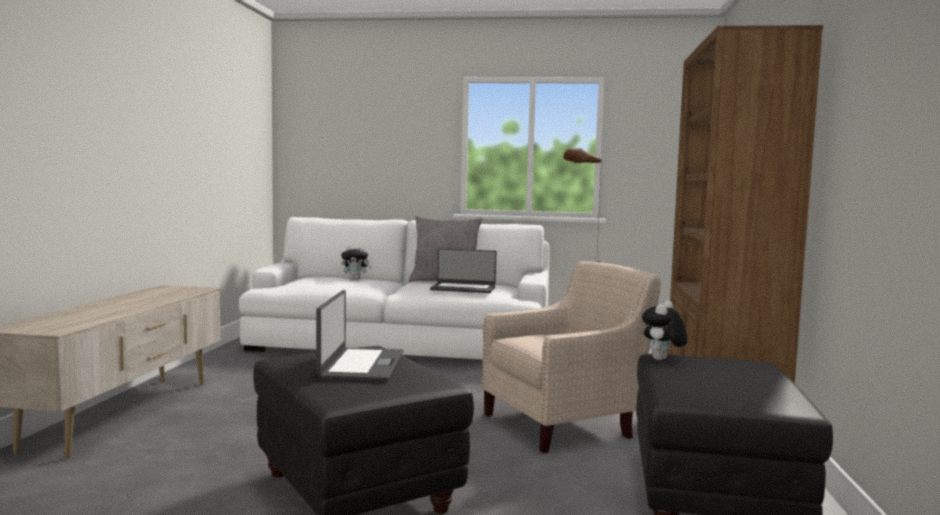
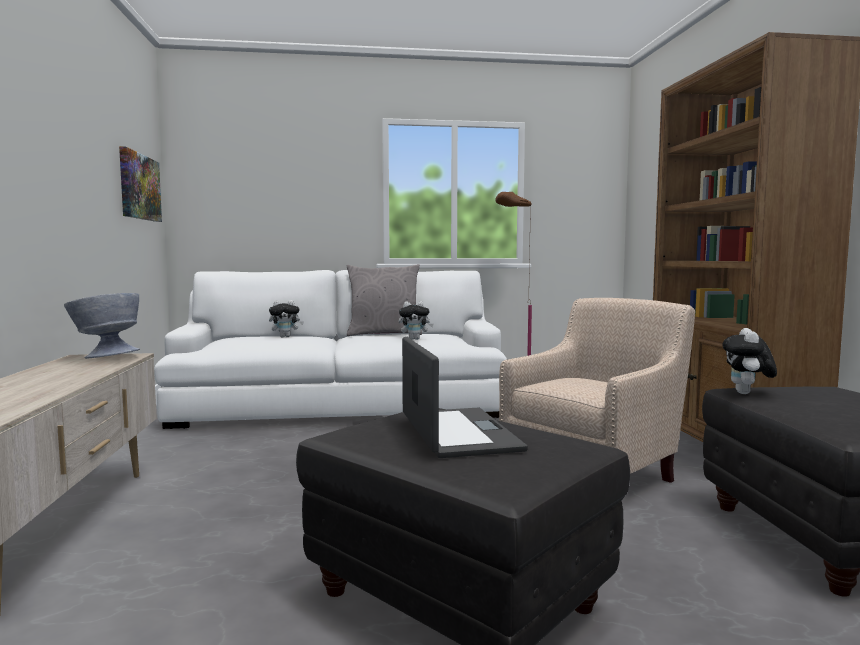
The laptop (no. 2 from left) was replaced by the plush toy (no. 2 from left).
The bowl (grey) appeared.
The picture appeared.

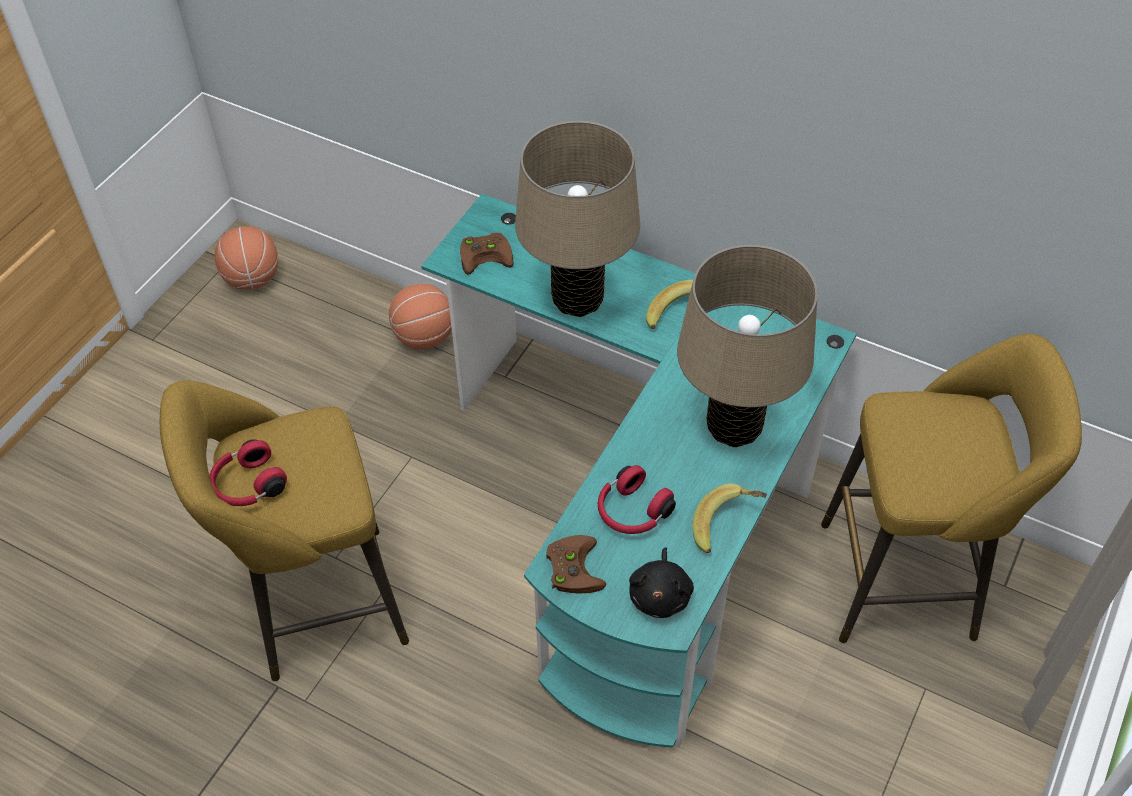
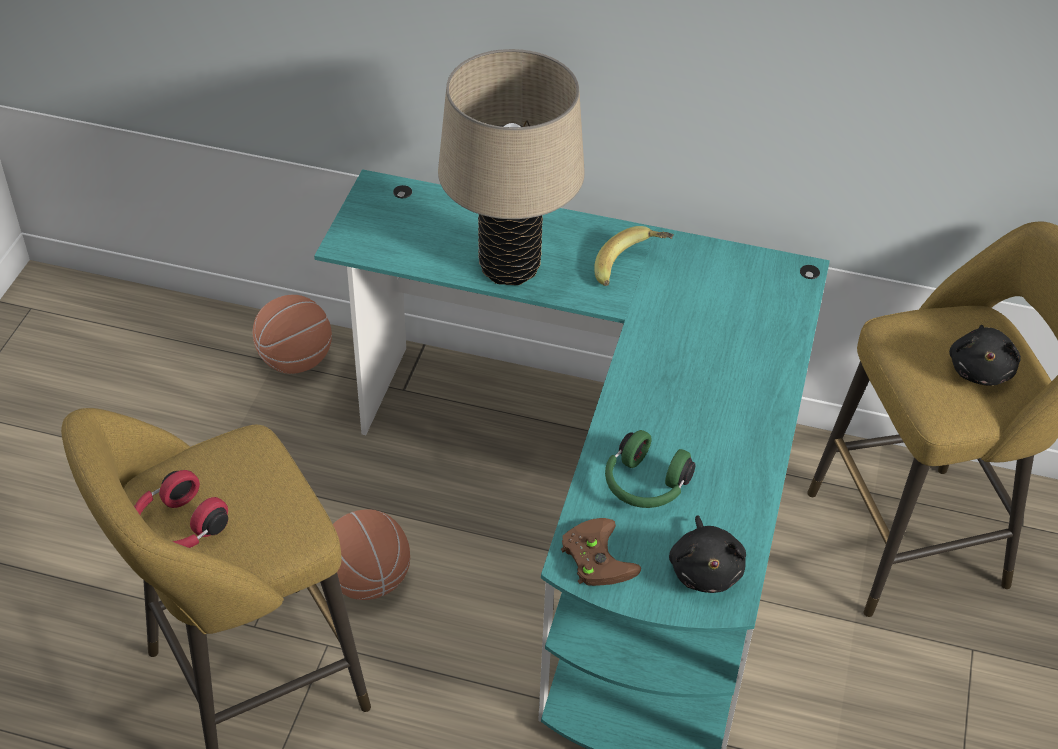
The basketball (no. 1 from left in the first image) moved.
The game controller (brown) (no. 1 from left) disappeared.
The headphones (red) (no. 2 from left) became the headphones (green).
The table lamp (beige) (no. 2 from left) disappeared.
The banana (no. 2 from left) disappeared.
The plush toy (black) (no. 2 from left) appeared.

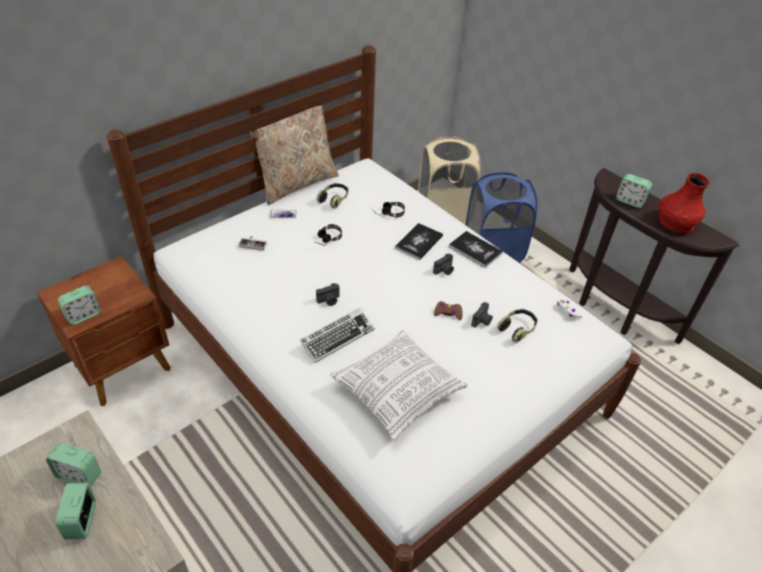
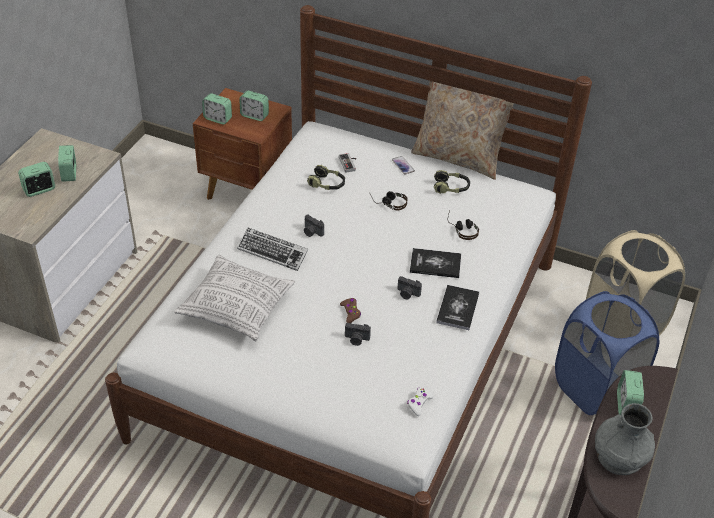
The headphones (no. 4 from left in the first image) moved.
The vase (red) became the vase (grey).
The alarm clock (no. 4 from left) appeared.

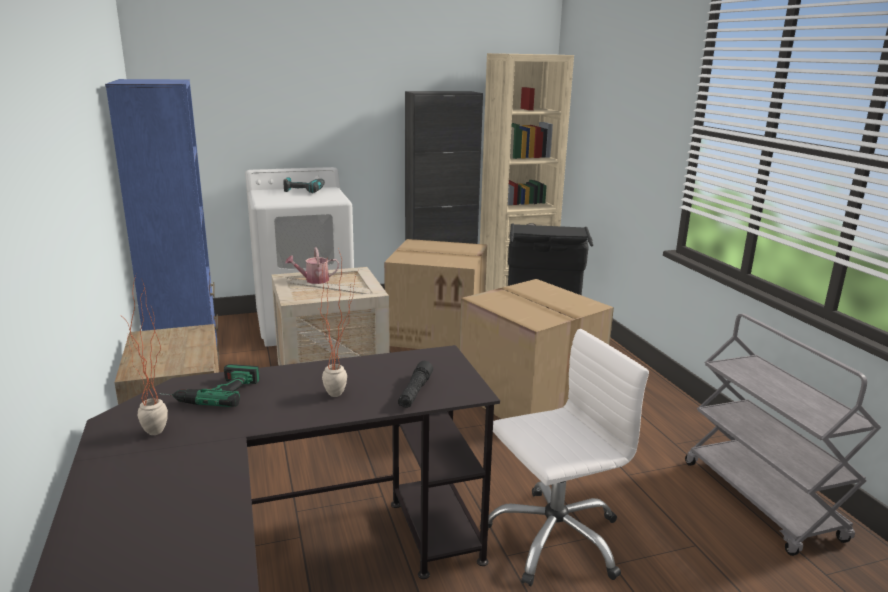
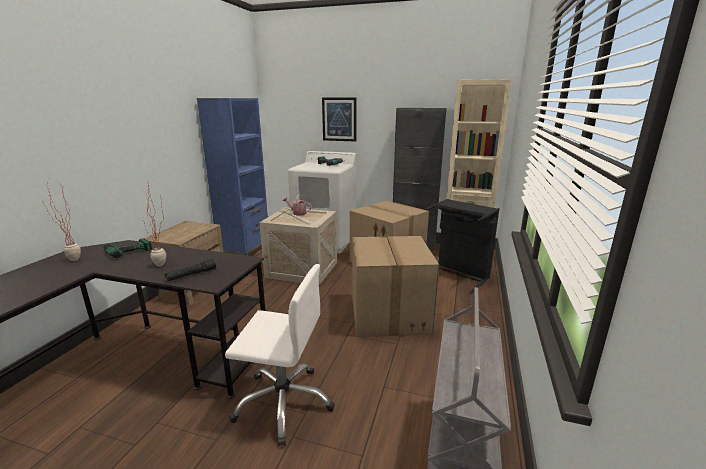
The picture appeared.

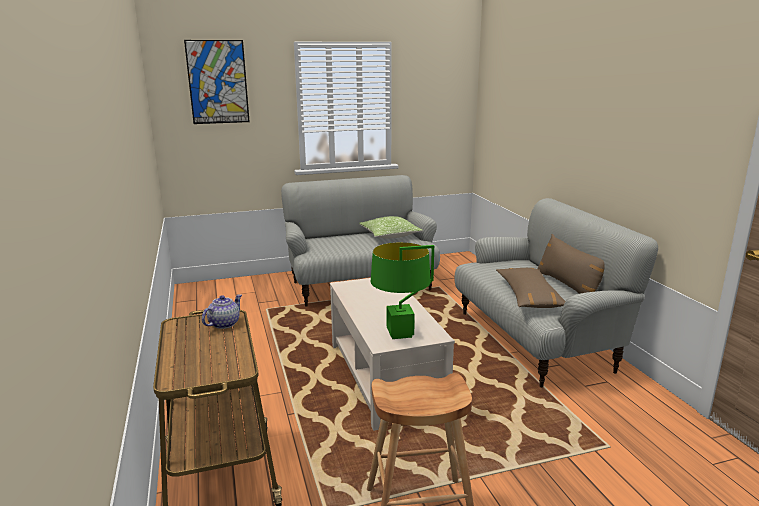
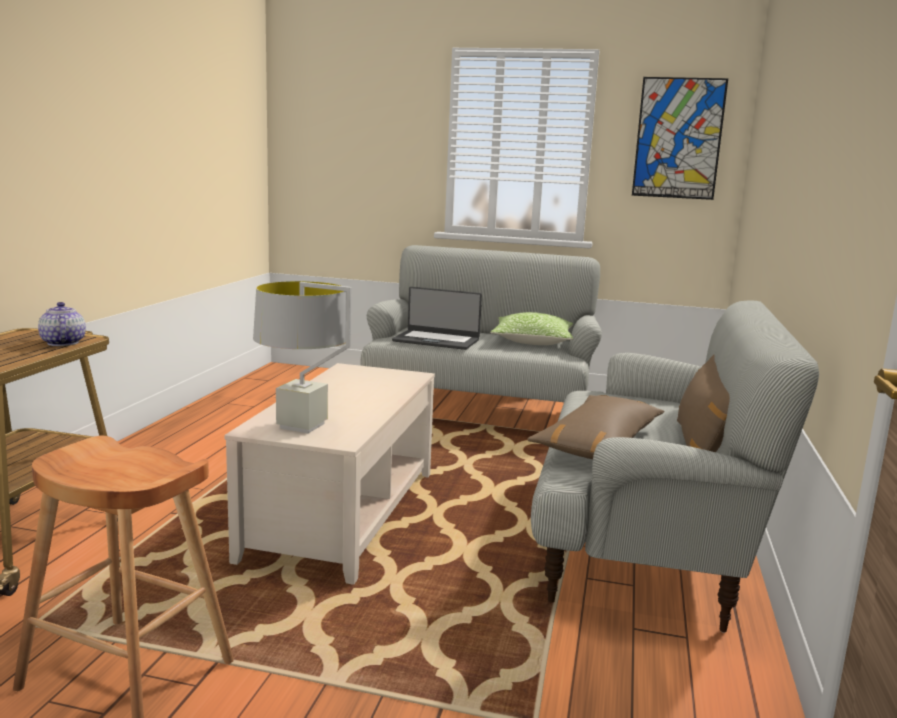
The picture moved.
The teapot turned 90 degrees counterclockwise.
The table lamp (green) became the table lamp (grey).
The laptop appeared.

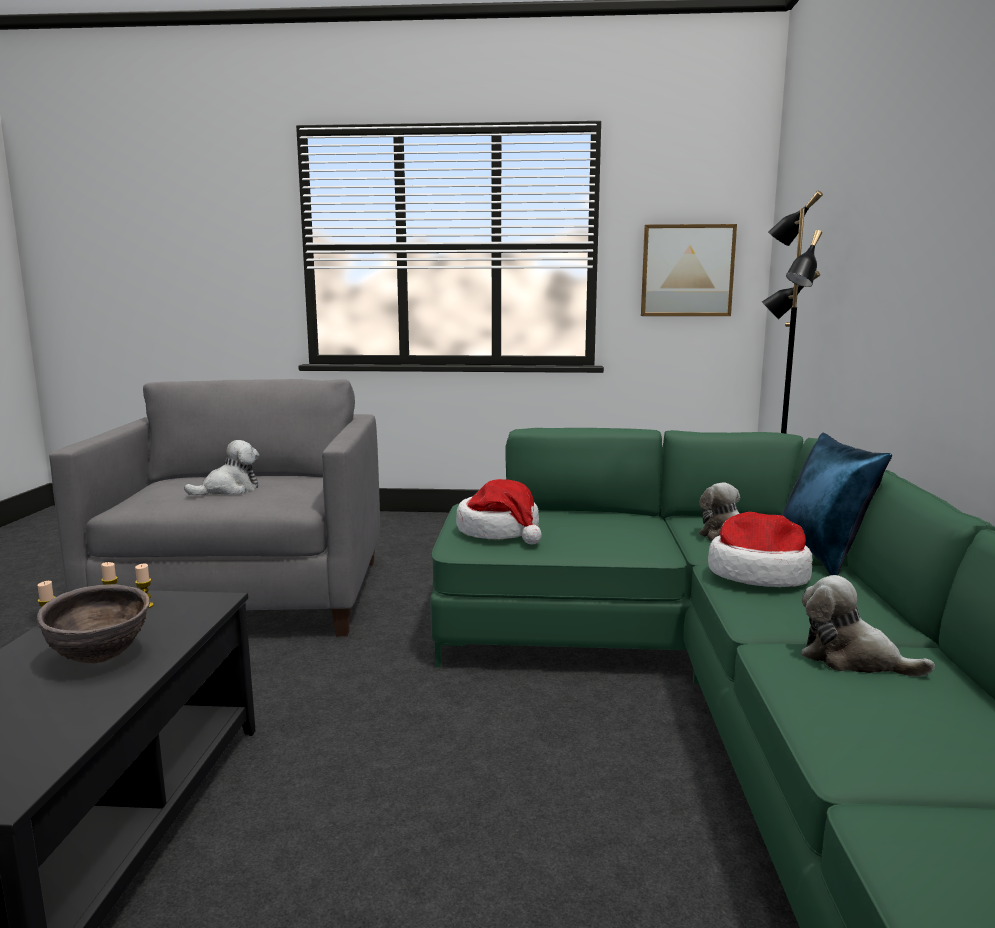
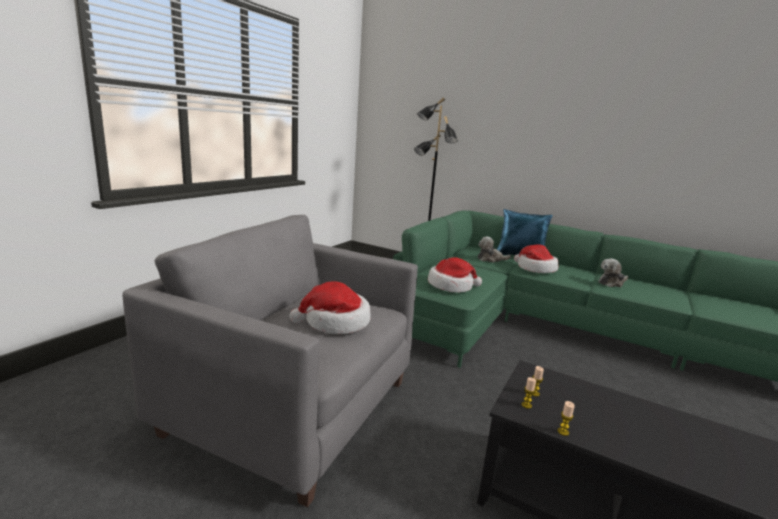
The bowl (brown) disappeared.
The plush toy (no. 1 from left) was replaced by the hat (no. 1 from left).
The picture disappeared.

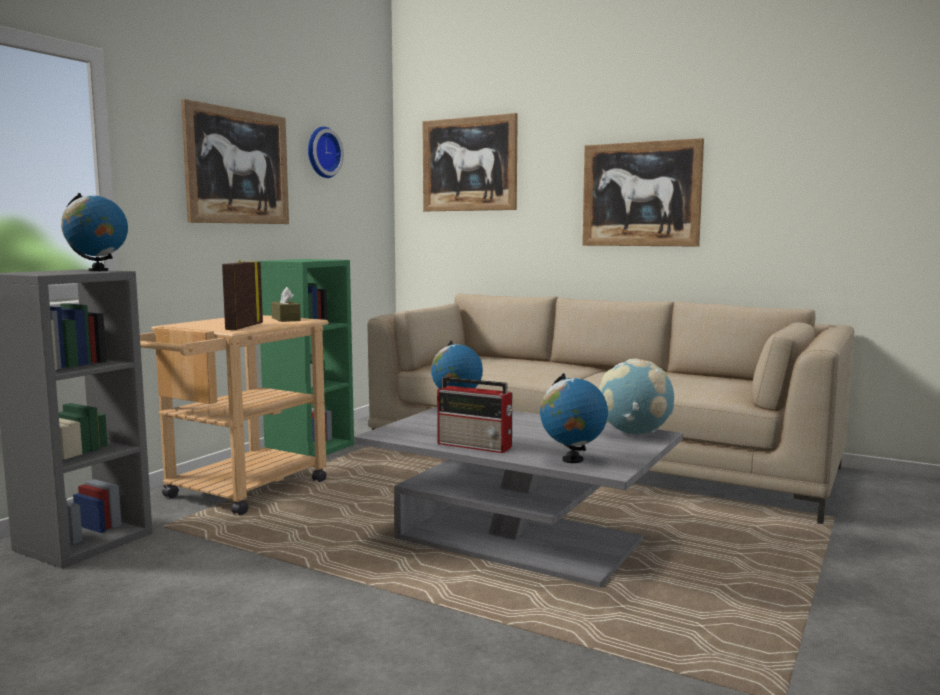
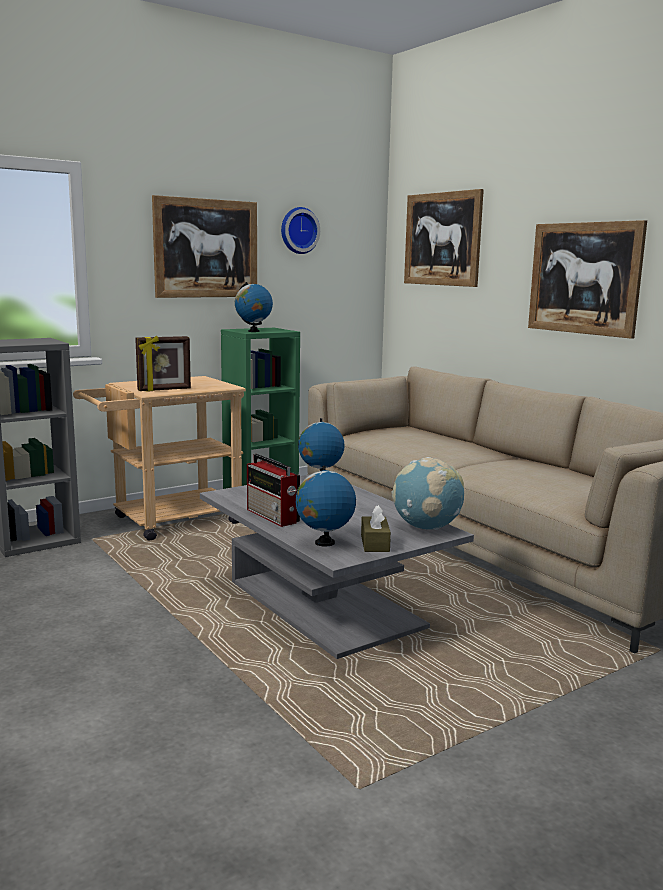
The globe (no. 1 from left) moved.
The picture frame turned 150 degrees counterclockwise.
The tissue box (brown) moved.

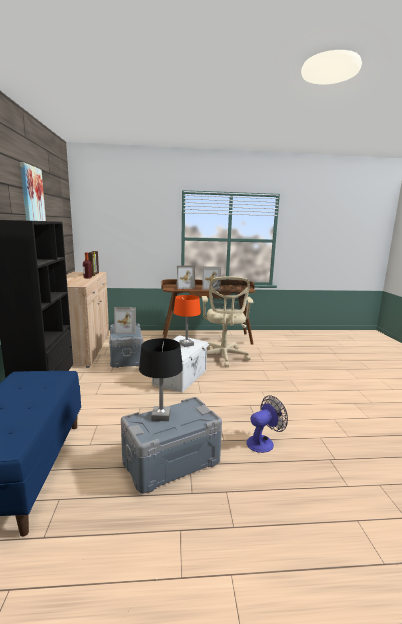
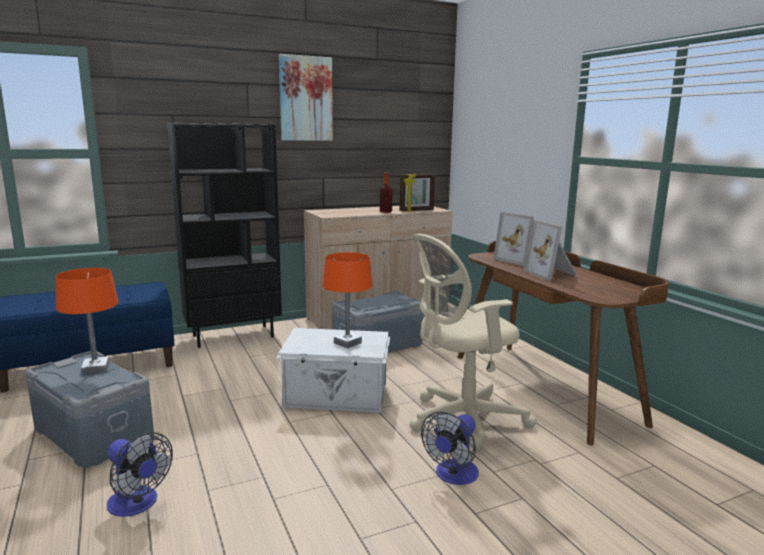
The picture frame (no. 2 from left) disappeared.
The table lamp (black) became the table lamp (orange) (no. 1 from left).
The fan (no. 2 from left) appeared.

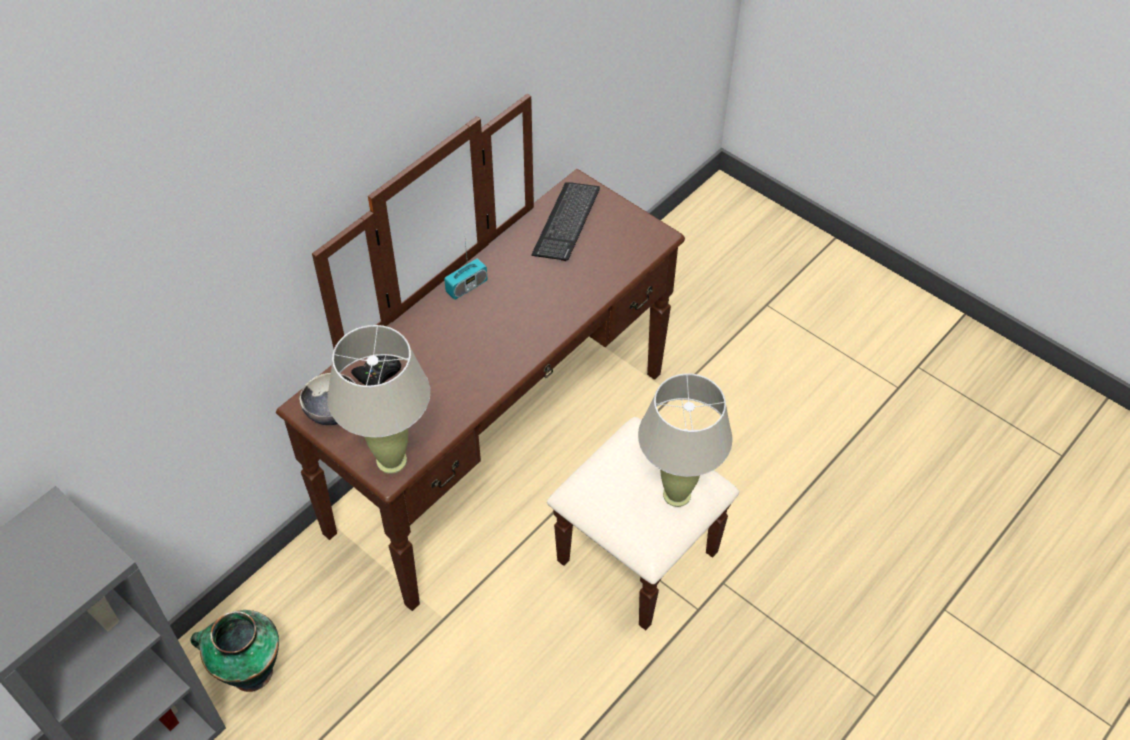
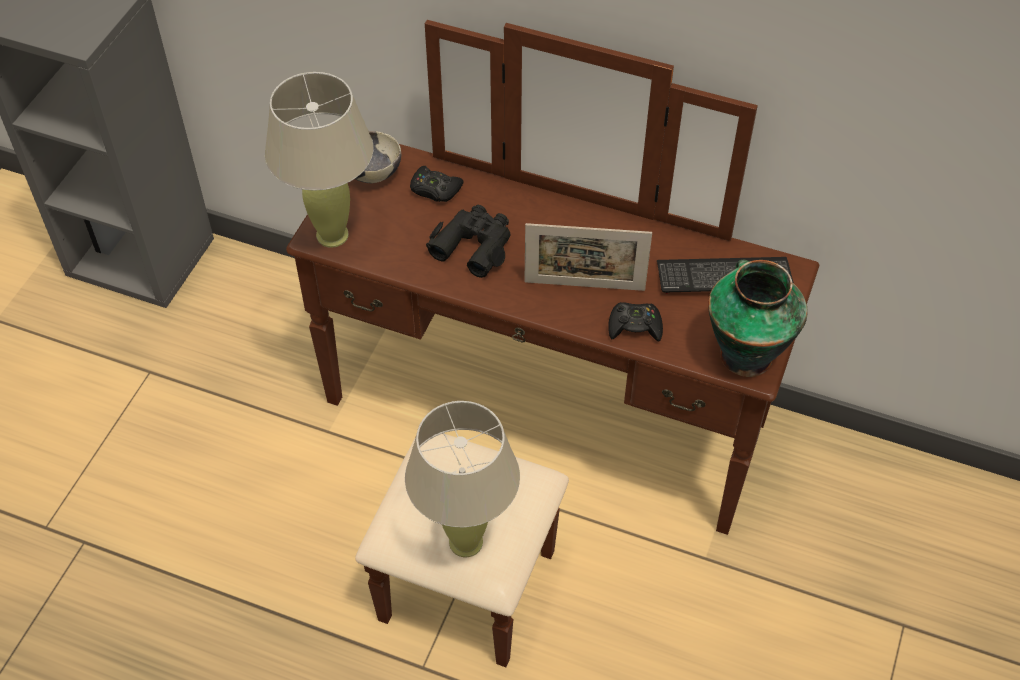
The vase moved.
The radio disappeared.
The binoculars (black) appeared.
The picture frame appeared.
The game controller (black) (no. 2 from left) appeared.

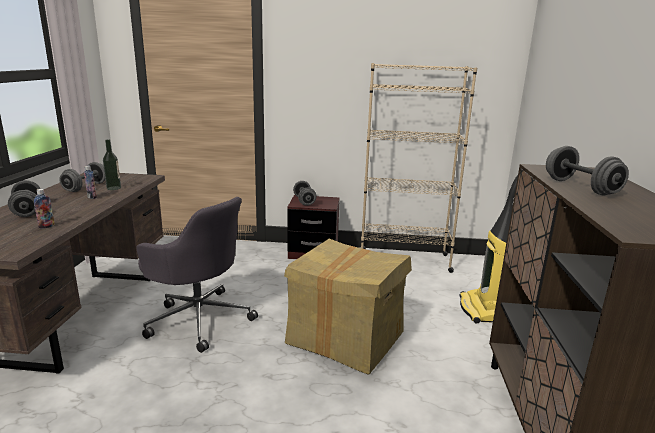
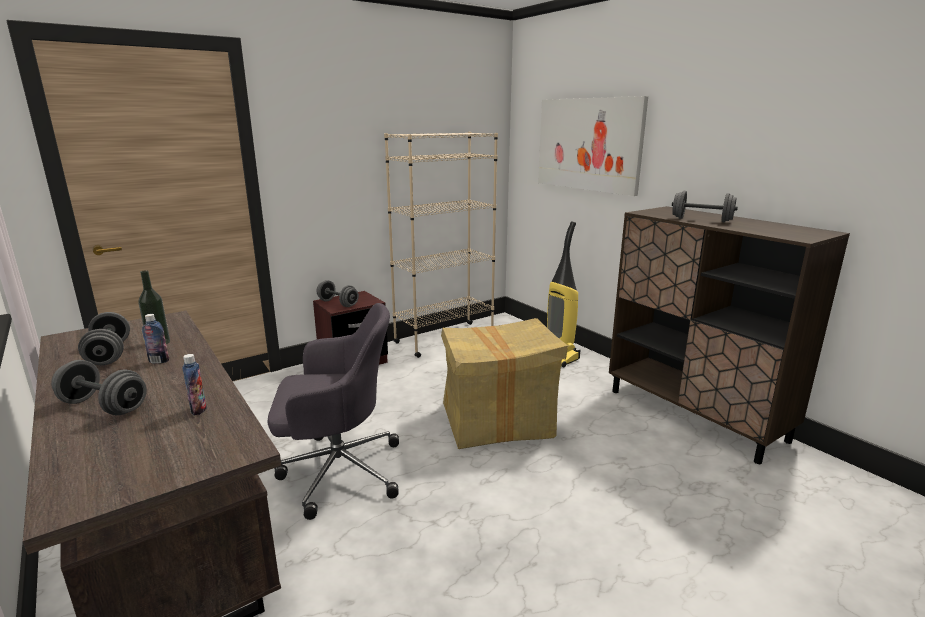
The picture appeared.

